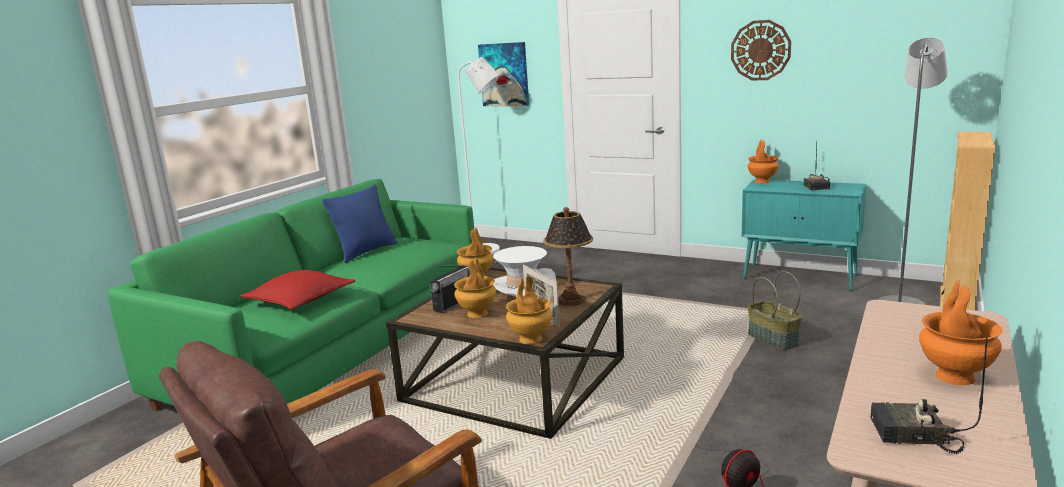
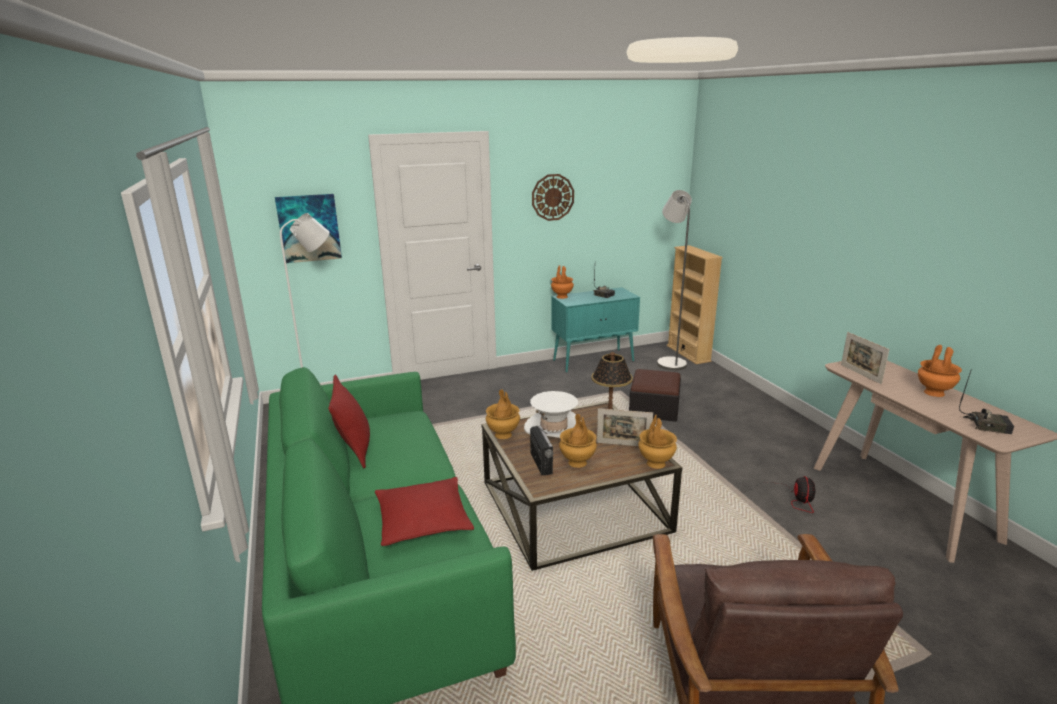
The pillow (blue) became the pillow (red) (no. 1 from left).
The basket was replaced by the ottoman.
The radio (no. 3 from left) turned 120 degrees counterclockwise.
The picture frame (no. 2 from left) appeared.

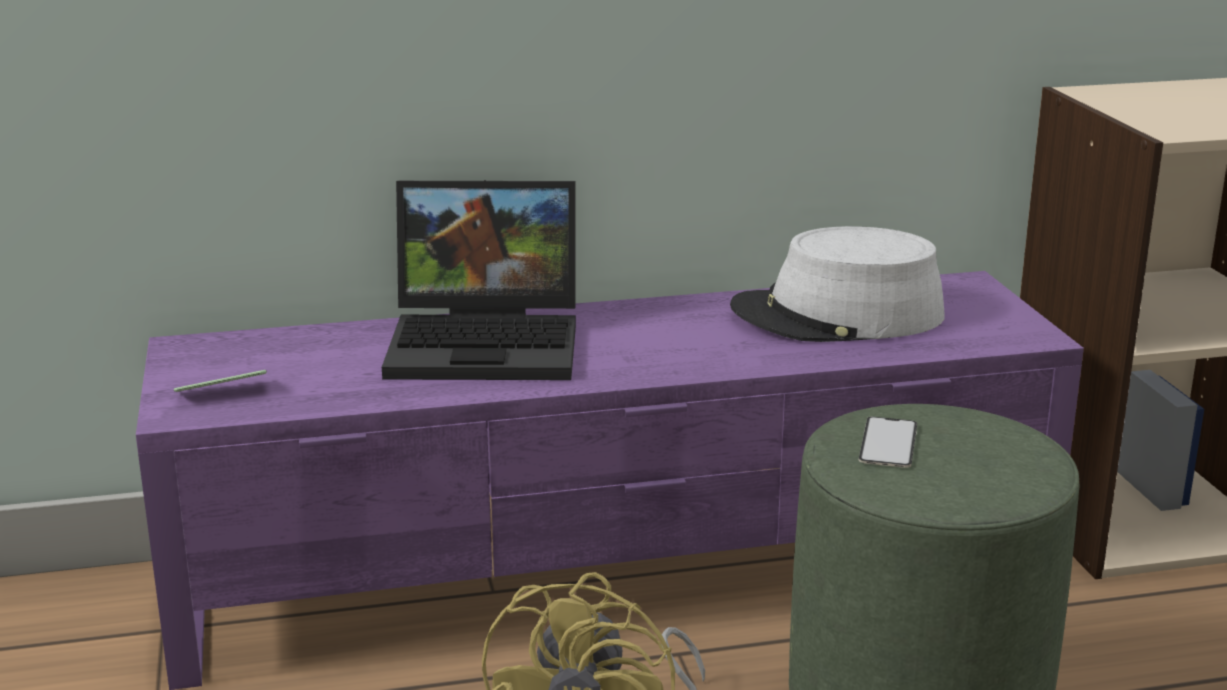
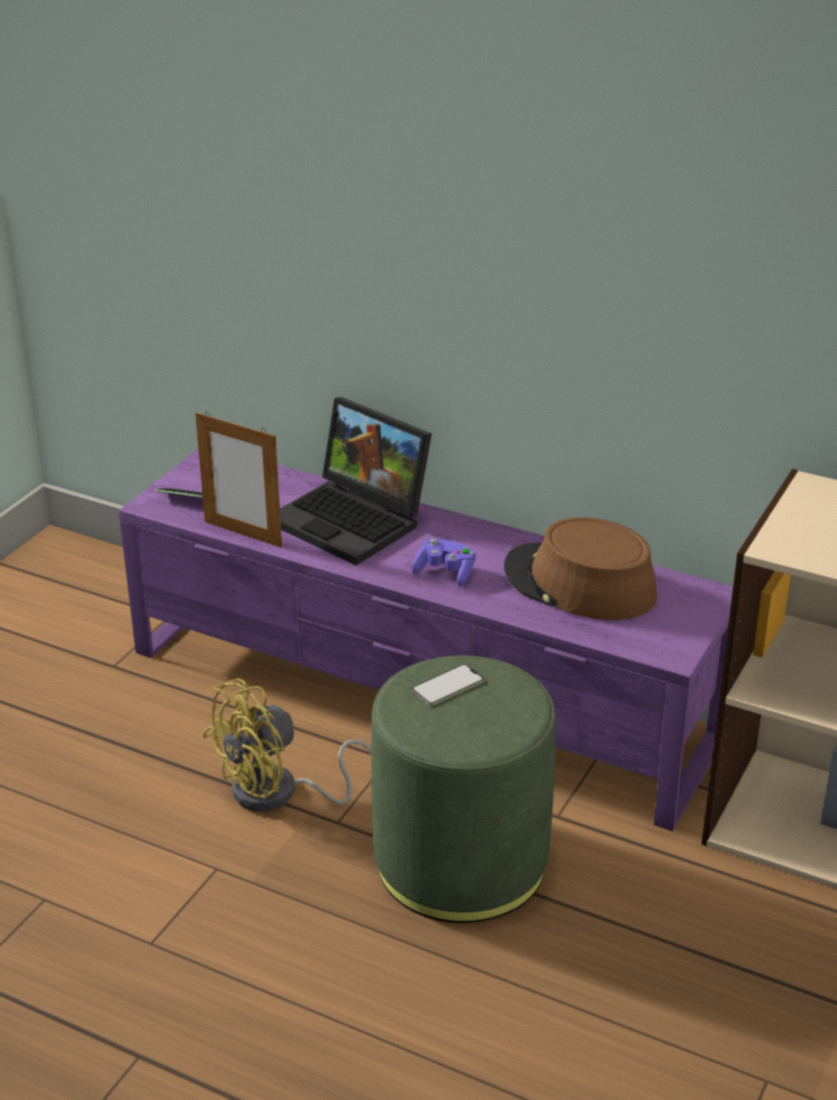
The hat (grey) became the hat (brown).
The picture frame appeared.
The game controller (purple) appeared.

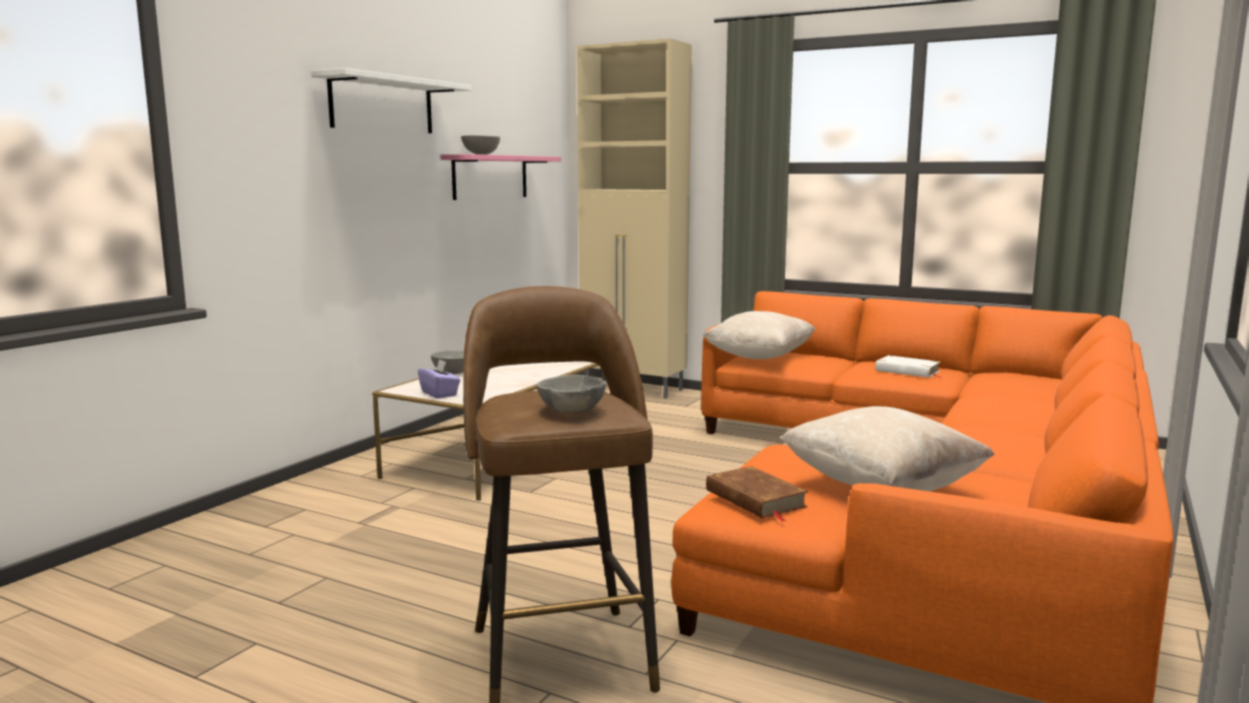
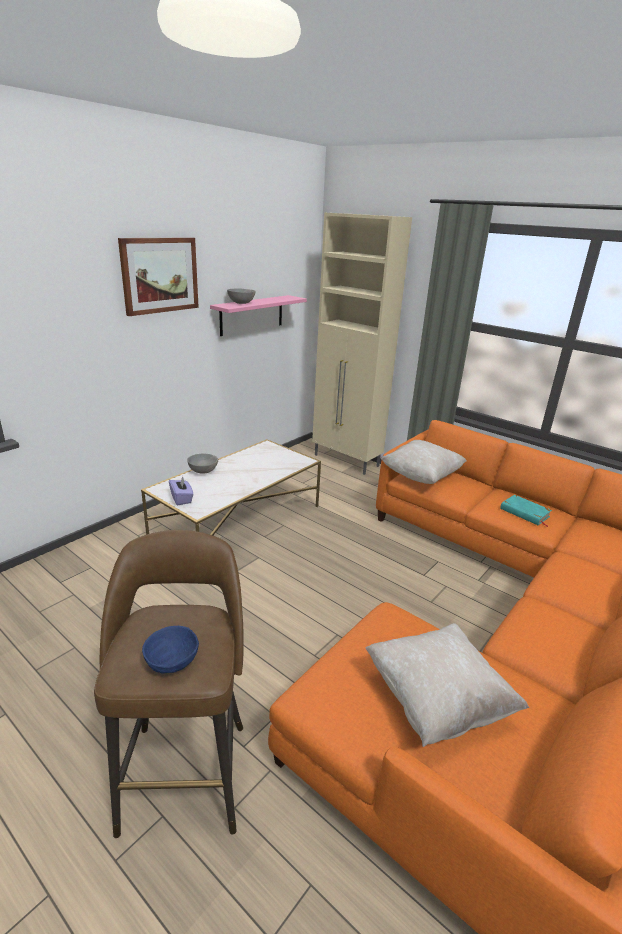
The shelf (white) was replaced by the picture.
The bowl (grey) (no. 3 from left) became the bowl (blue).
The book (brown) disappeared.
The book (white) became the book (turquoise).

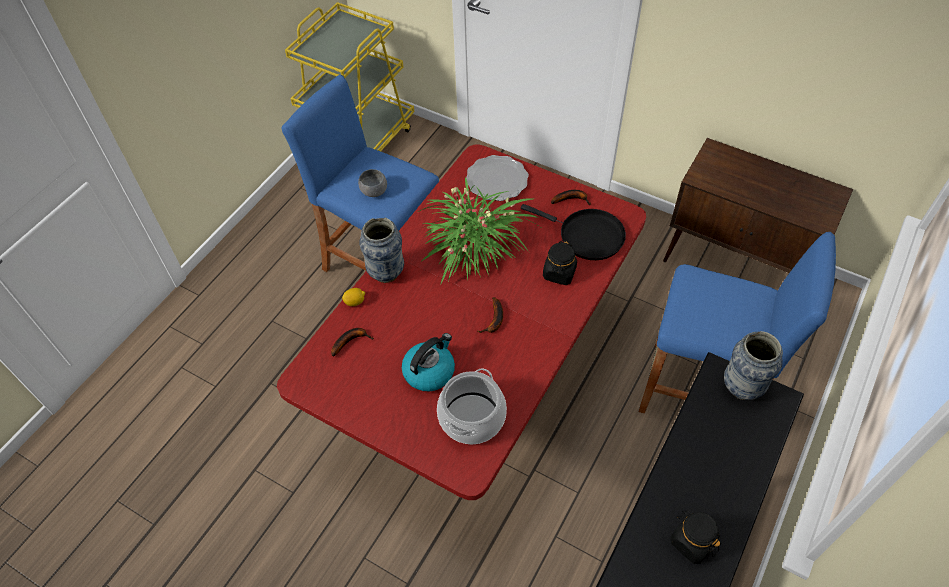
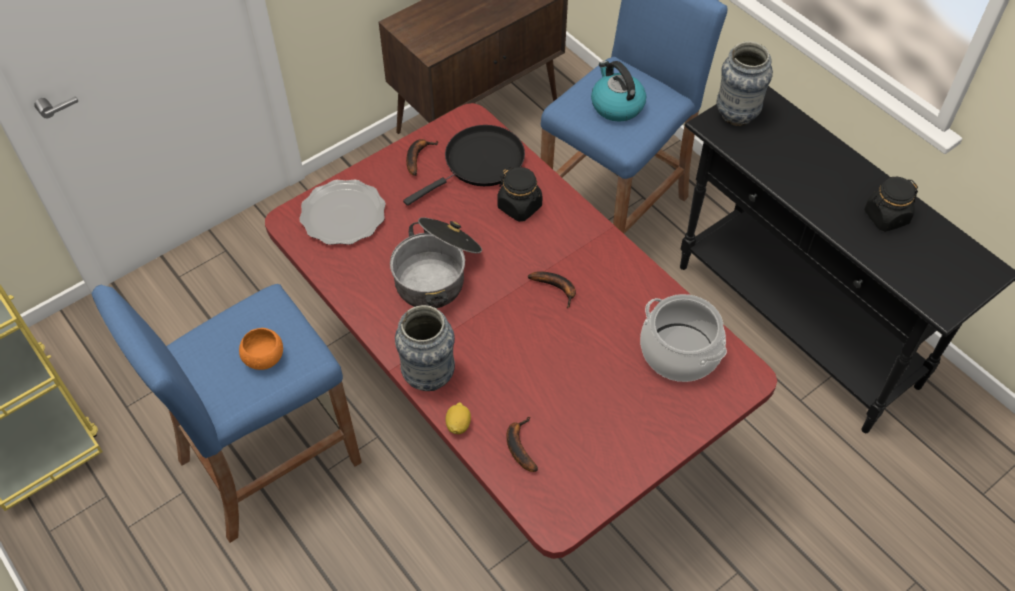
The bowl (grey) became the bowl (orange).
The kettle moved.
The potted plant was replaced by the cooking pot (no. 1 from left).

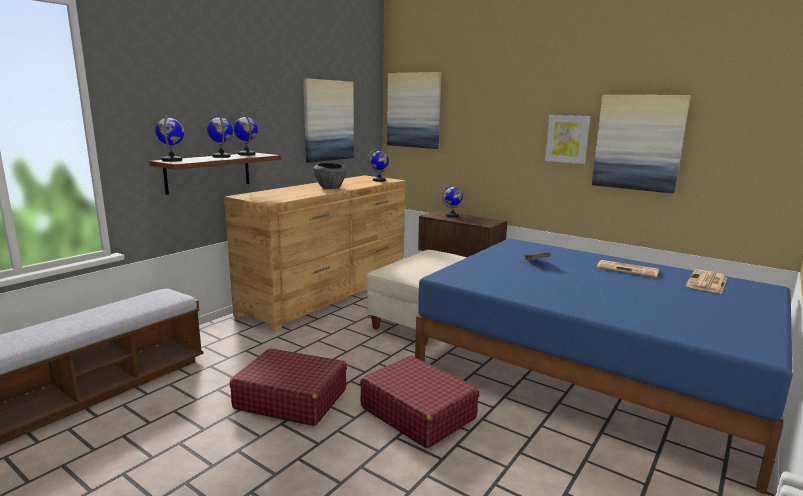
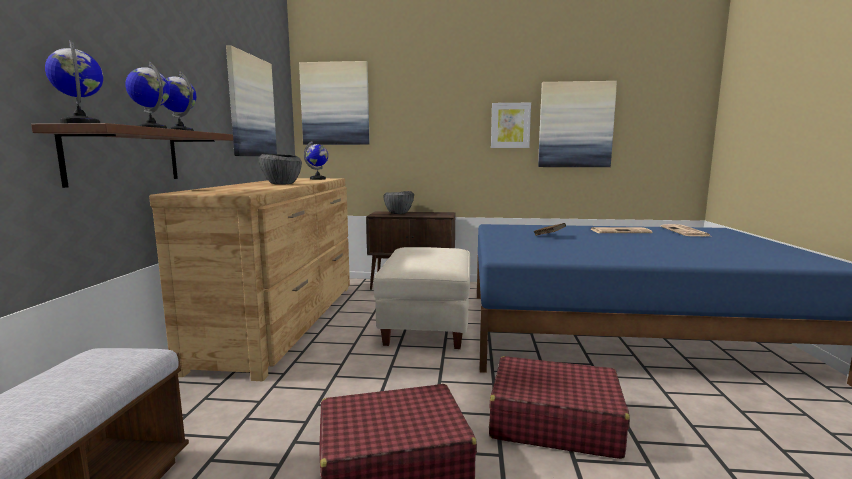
The globe (no. 5 from left) was replaced by the bowl (no. 2 from left).

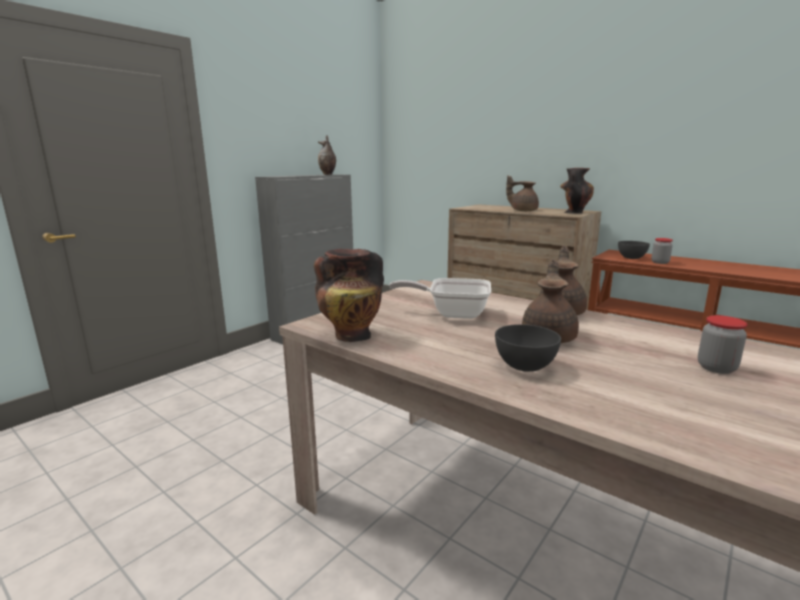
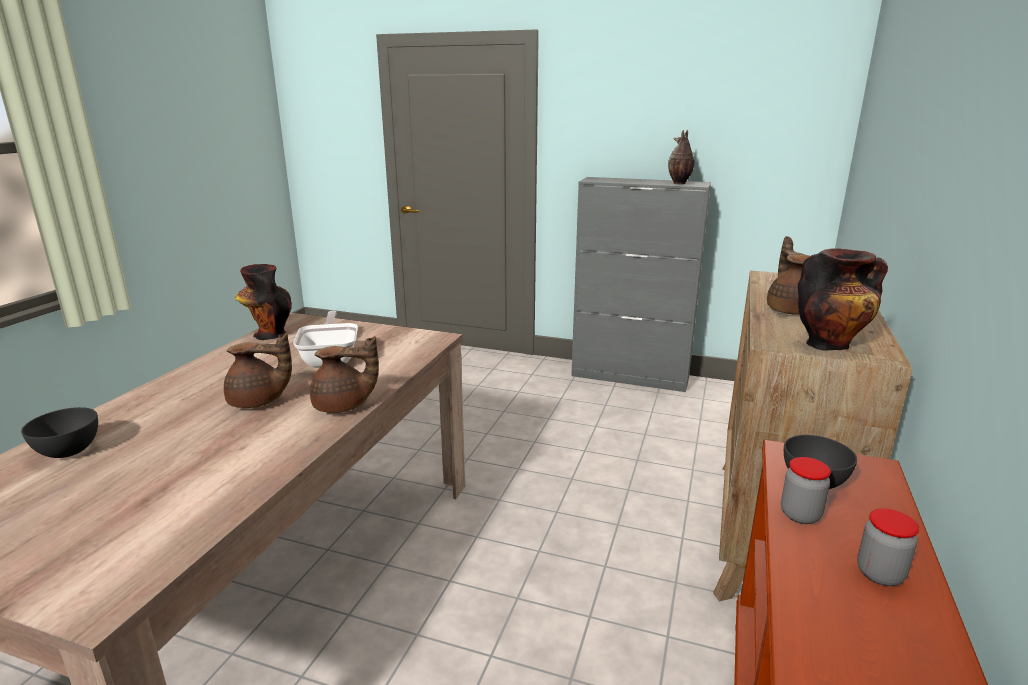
The bowl (grey) (no. 1 from left) moved.
The jar (no. 2 from left) moved.

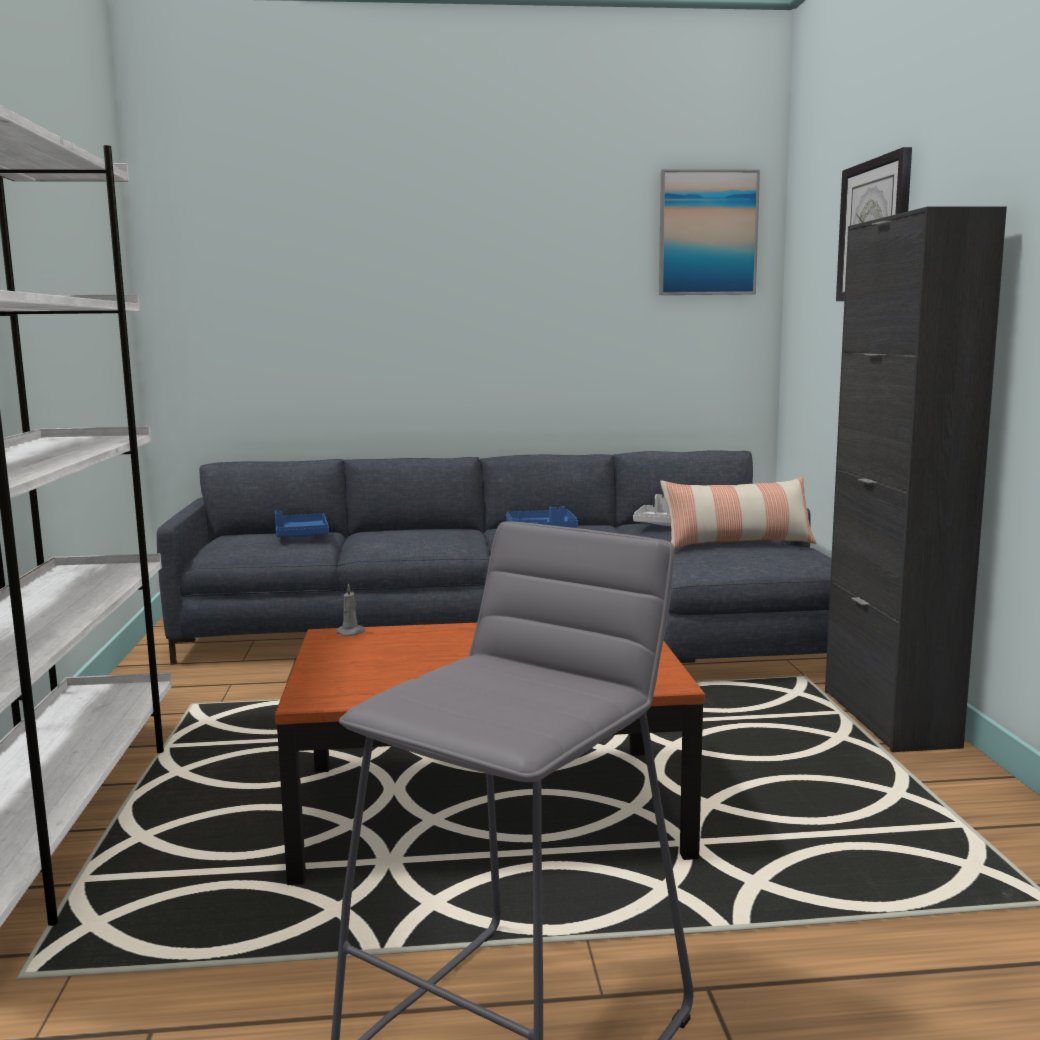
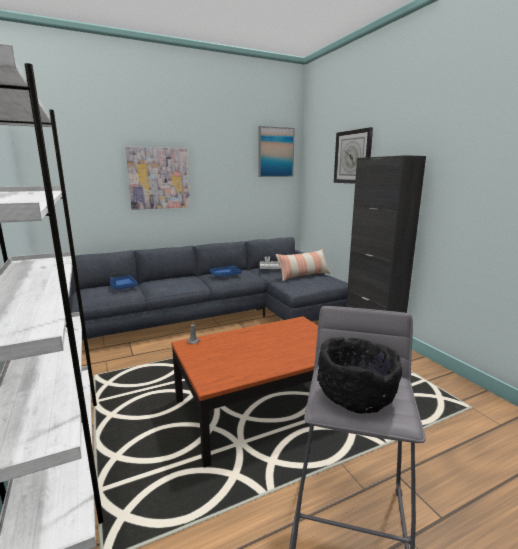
The picture (no. 1 from left) appeared.
The bowl (black) appeared.

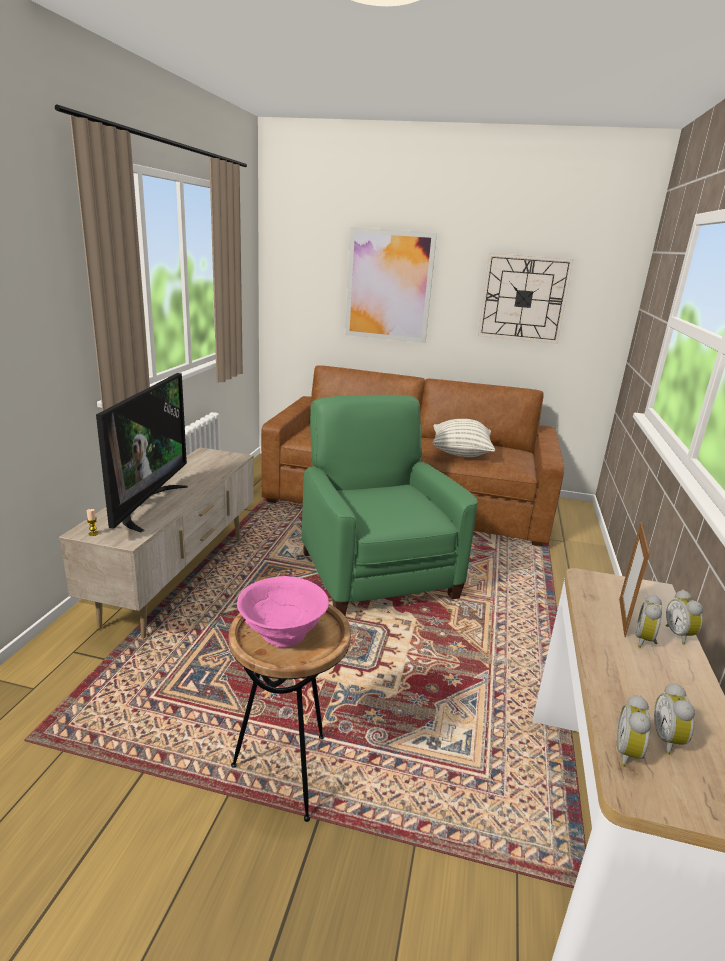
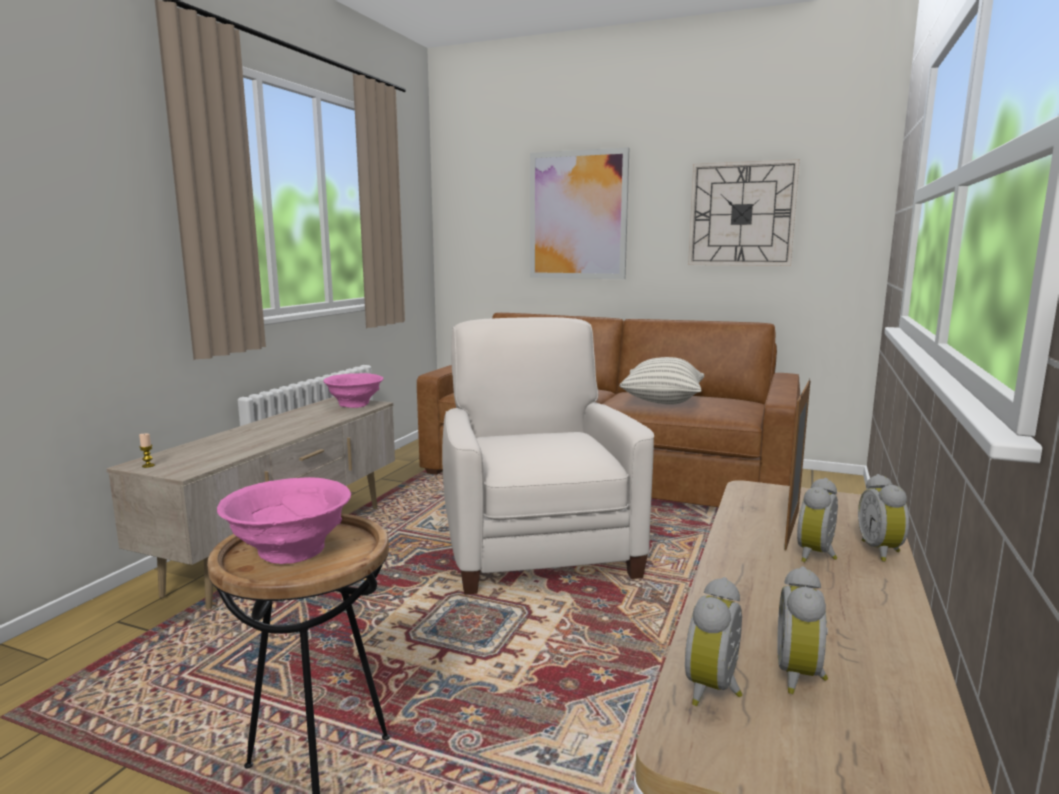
The television disappeared.
The armchair (green) became the armchair (white).
The bowl (pink) (no. 2 from left) appeared.

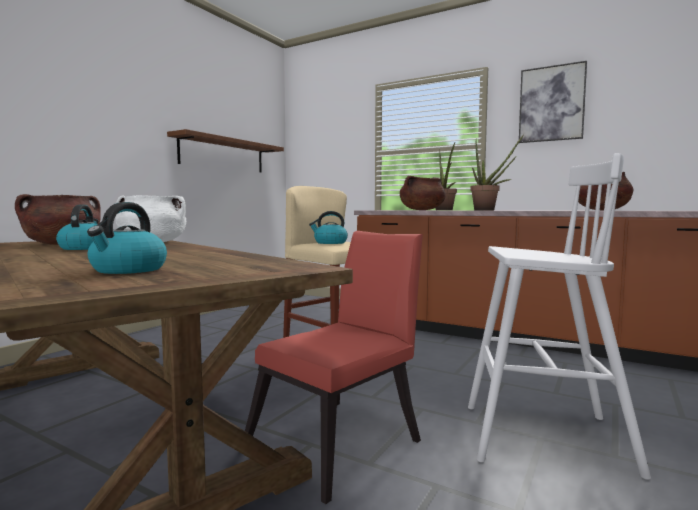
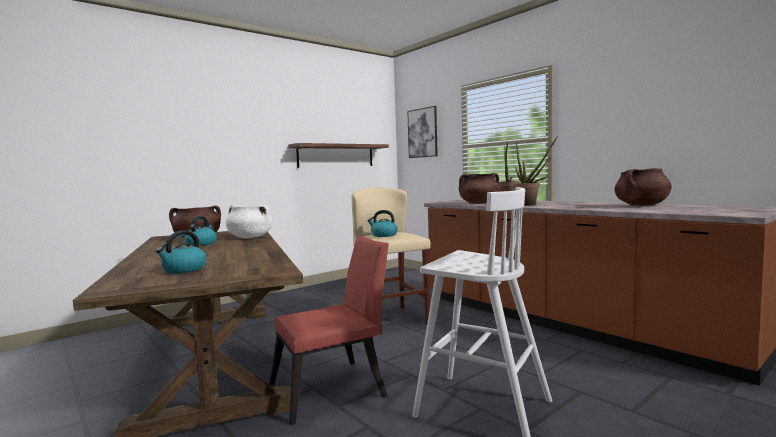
The picture moved.

